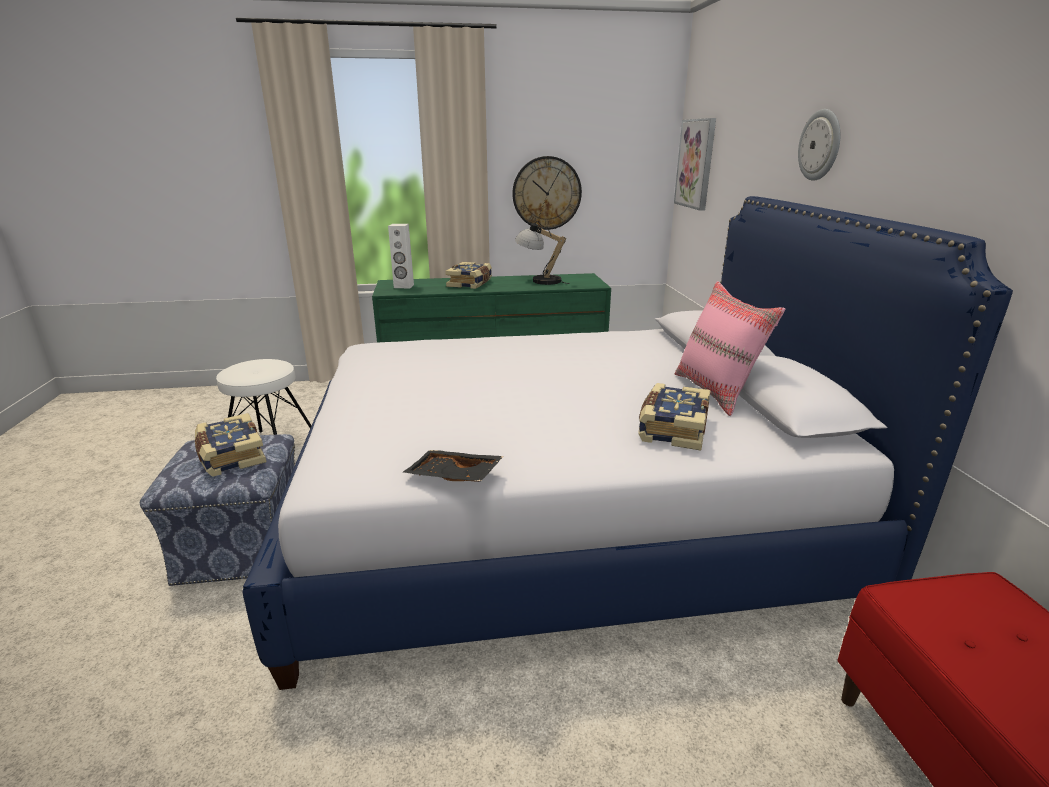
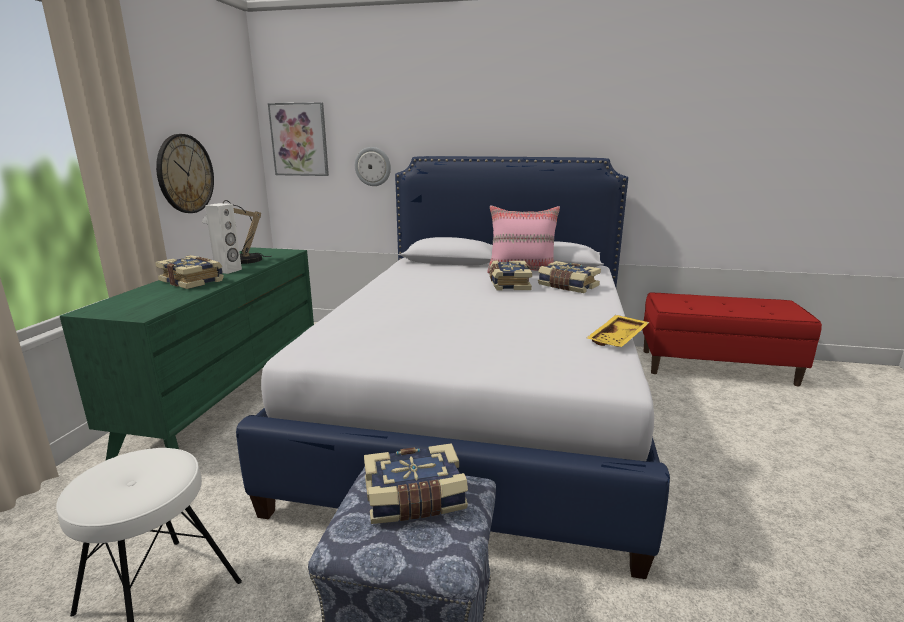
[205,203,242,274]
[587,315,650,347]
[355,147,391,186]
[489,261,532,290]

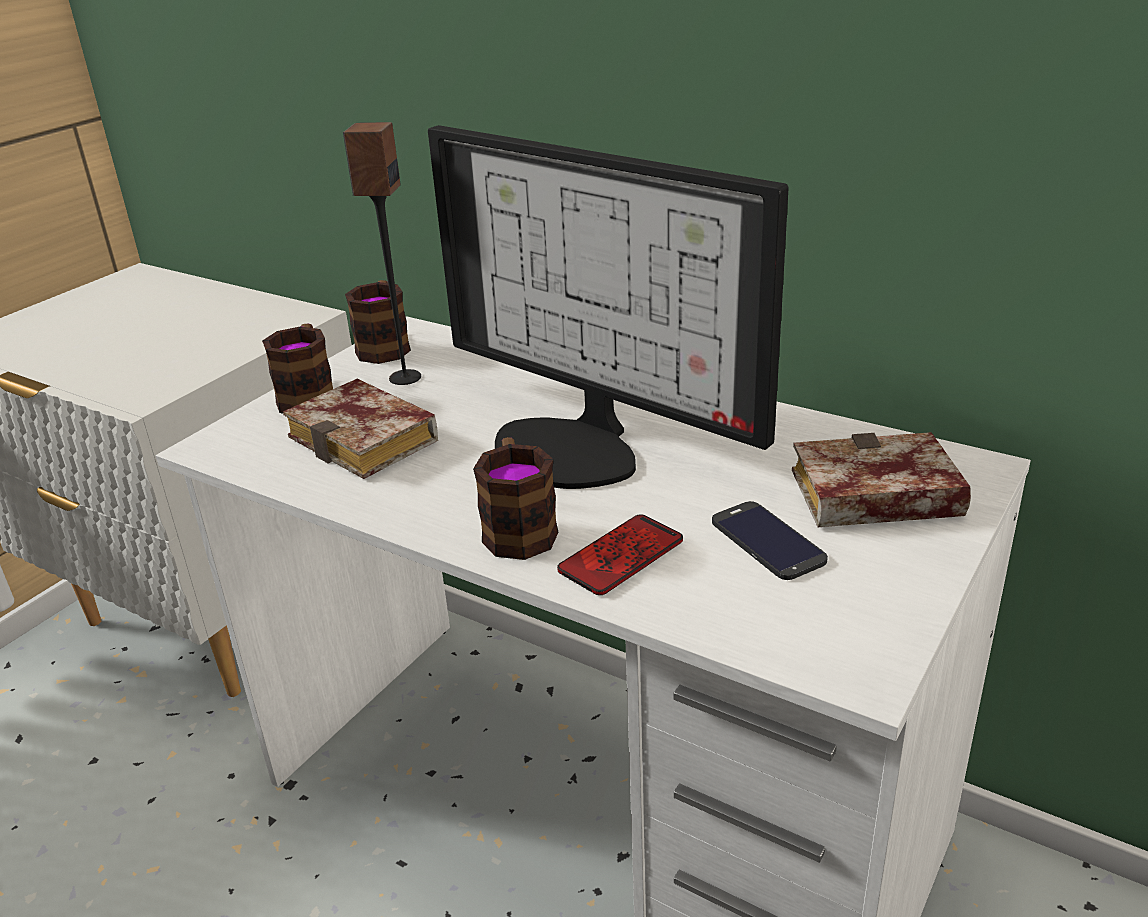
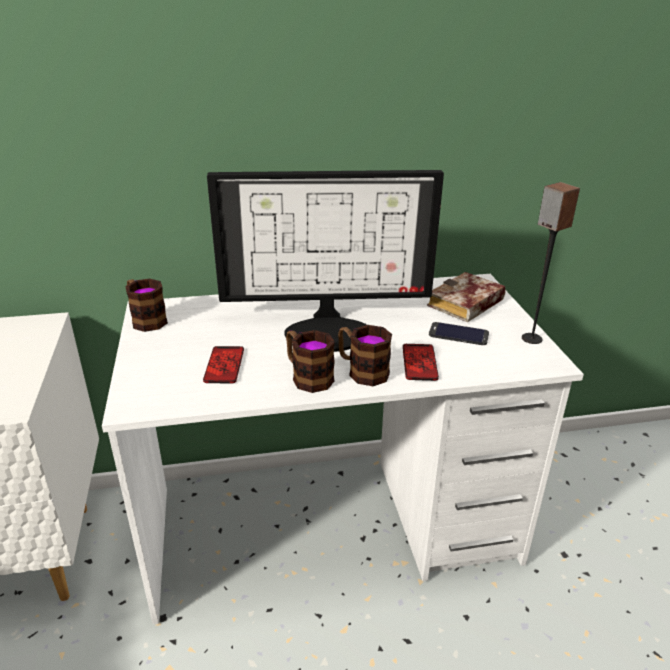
[286,330,335,393]
[203,346,244,383]
[522,182,580,344]

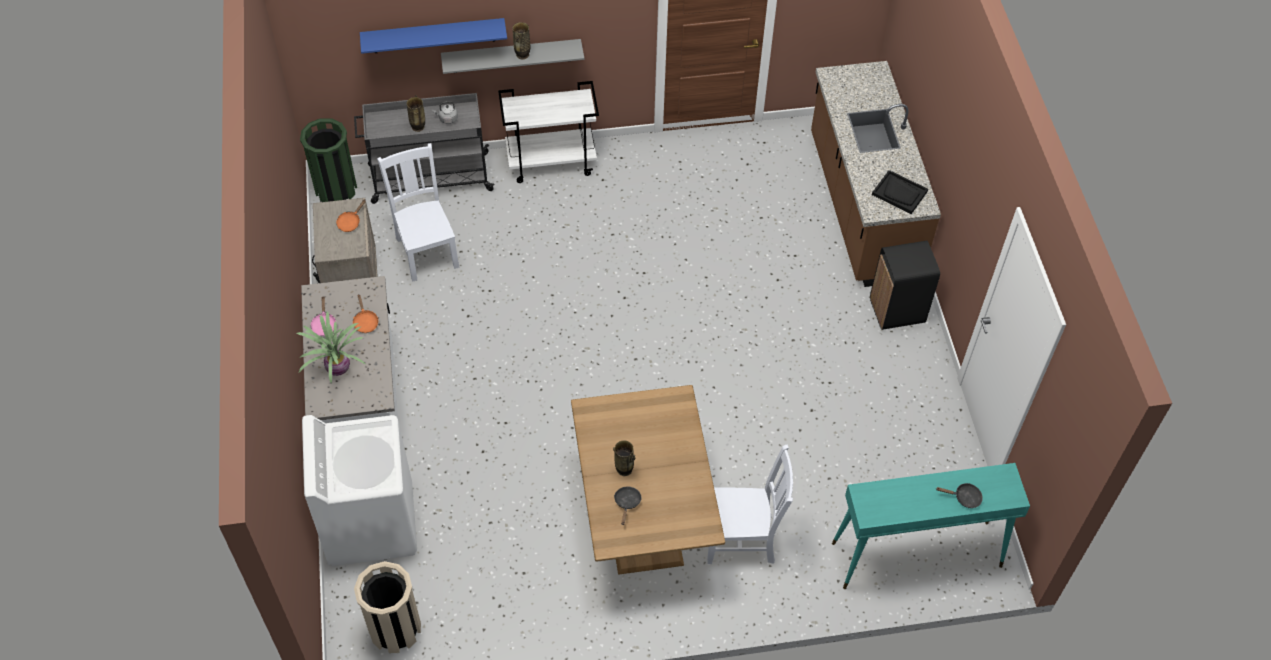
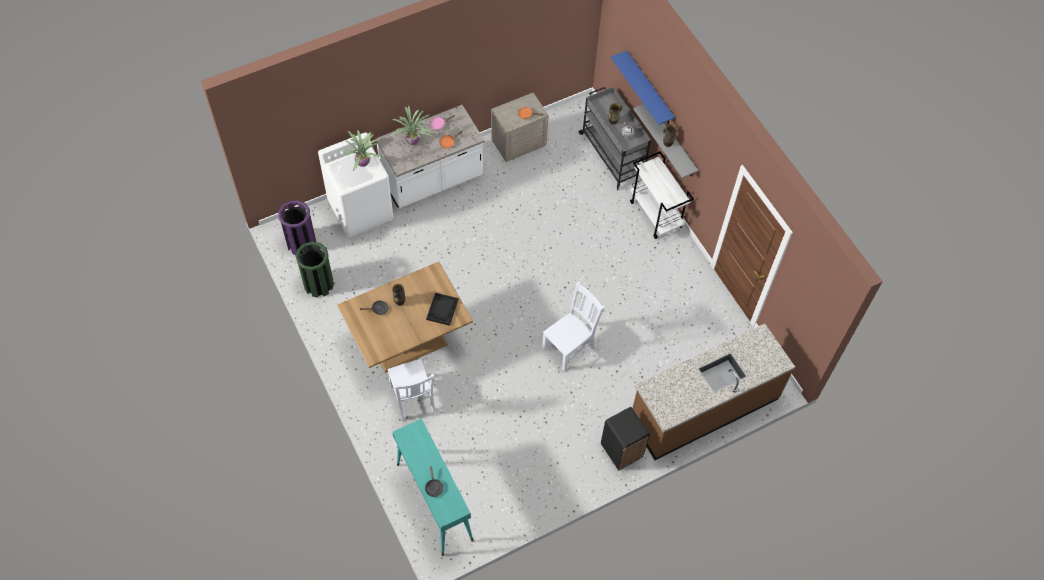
[295,242,334,298]
[278,200,316,255]
[542,281,605,371]
[426,293,459,326]
[340,130,387,170]

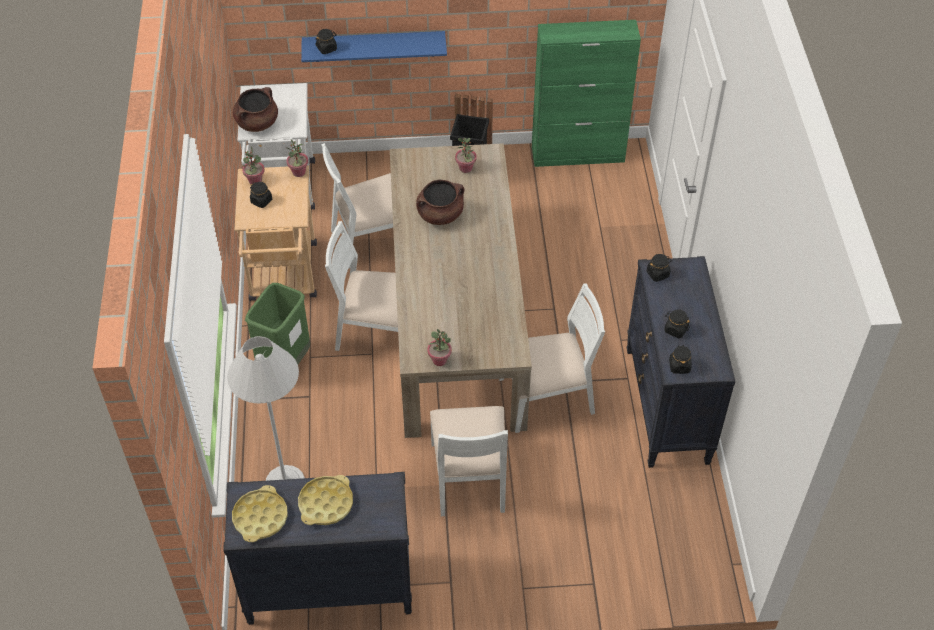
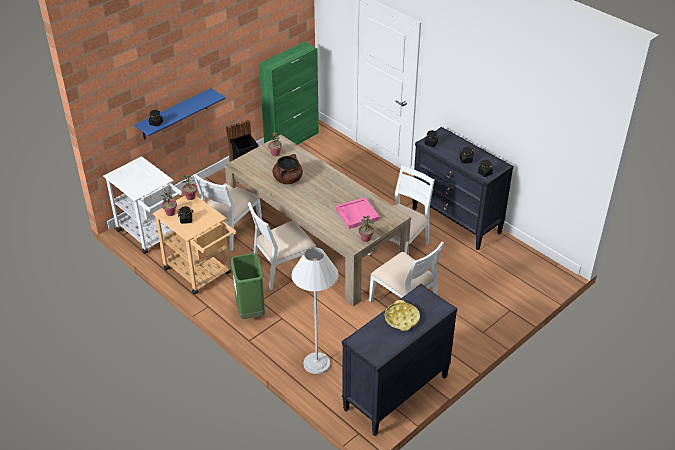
[232,485,288,542] (first image)
[233,87,278,132] (first image)
[336,198,380,229]

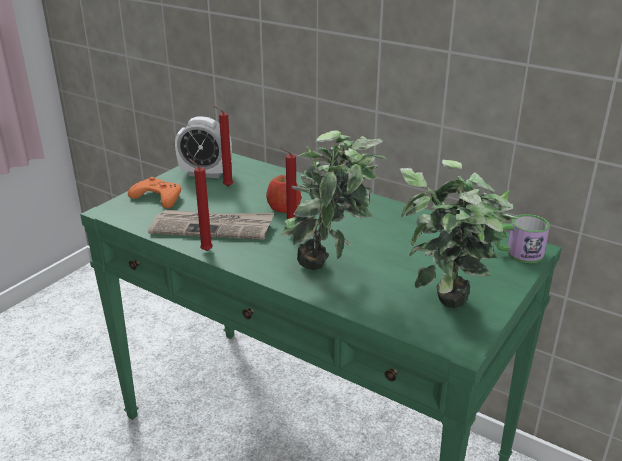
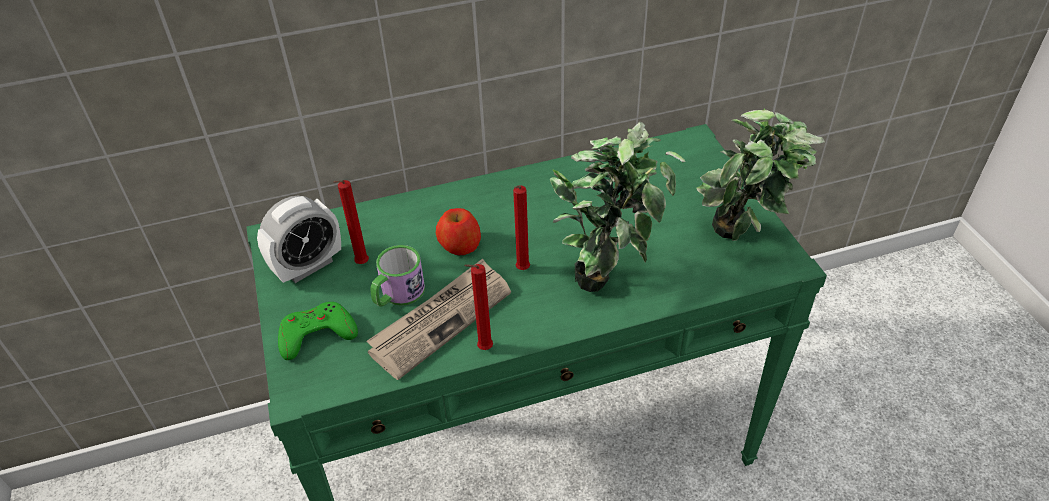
[278,302,358,360]
[371,245,425,307]

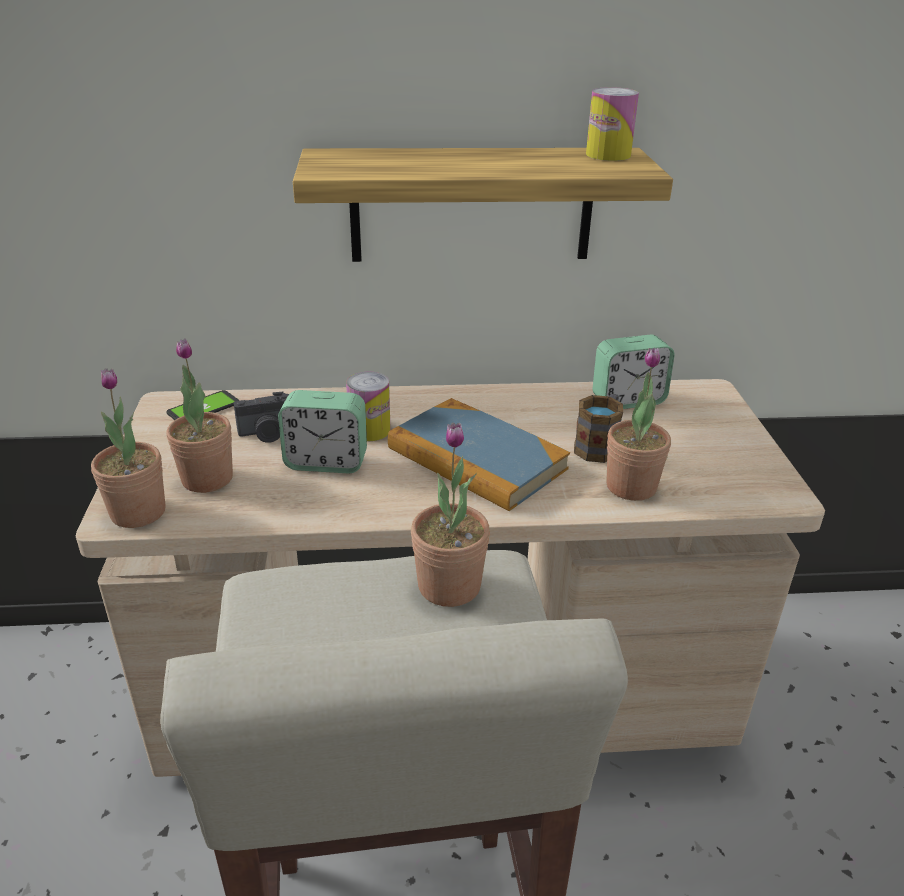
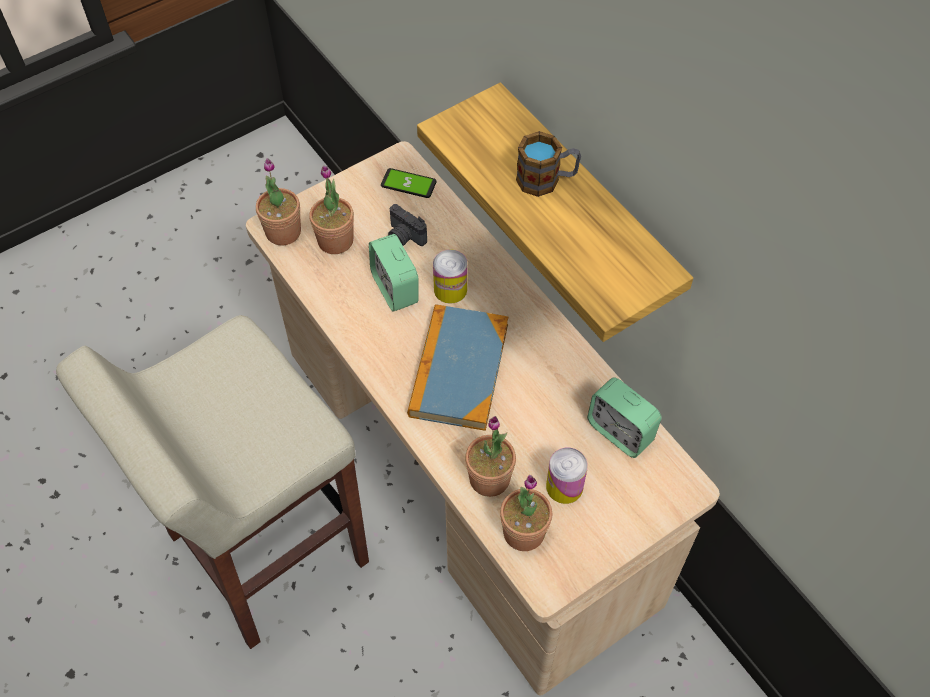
[500,475,552,551]
[516,131,581,197]
[546,448,588,504]

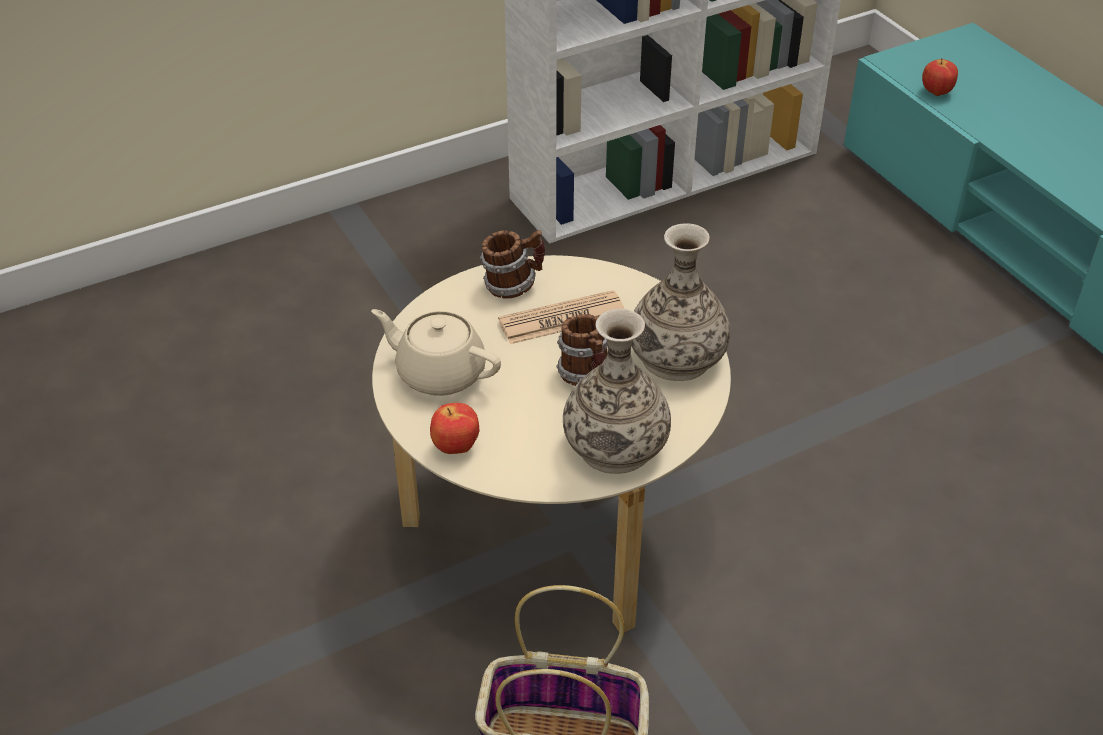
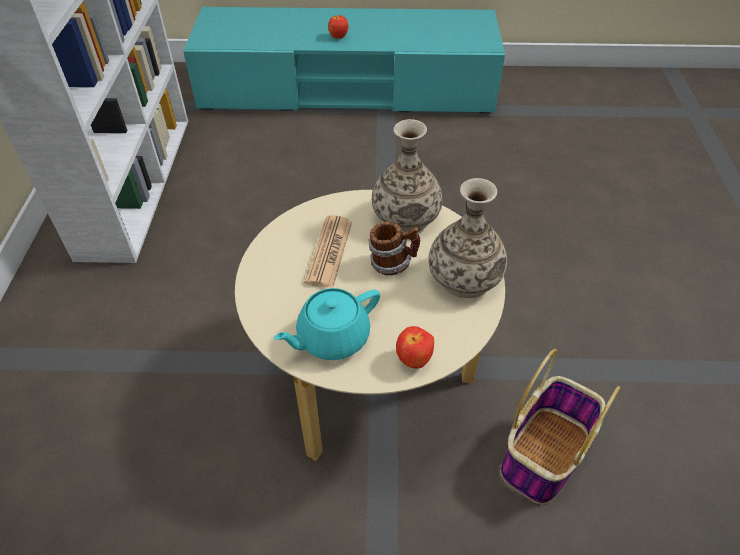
[274,288,380,360]
[480,230,545,299] (first image)
[328,15,348,39]

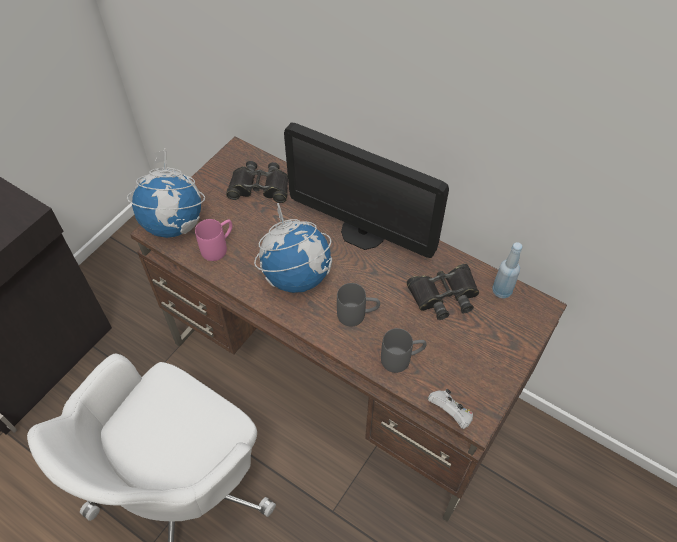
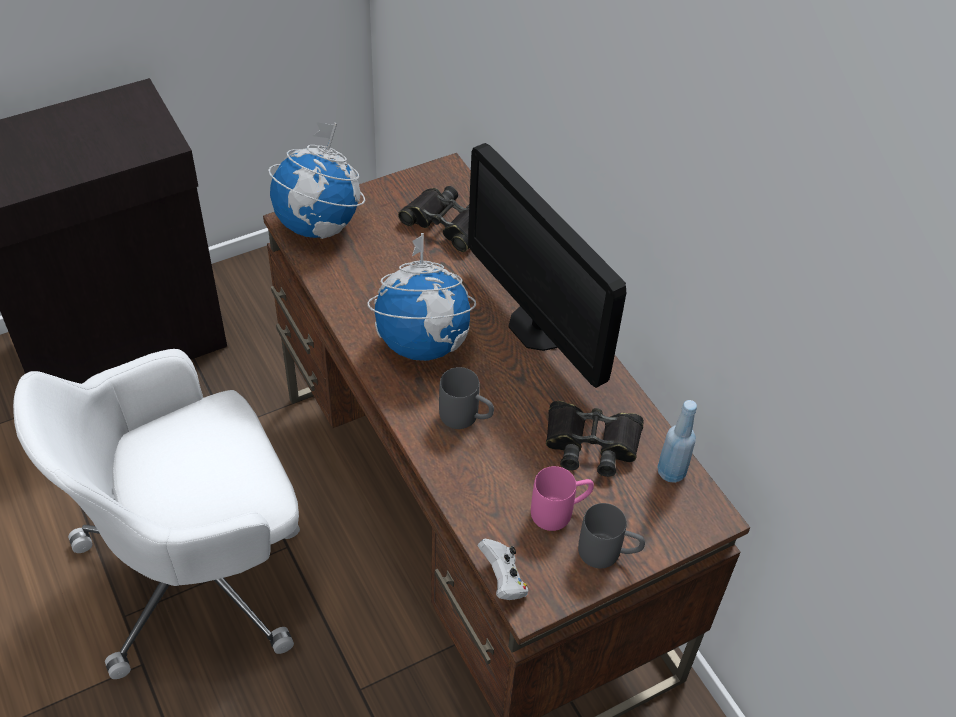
[531,466,594,531]
[578,503,645,568]

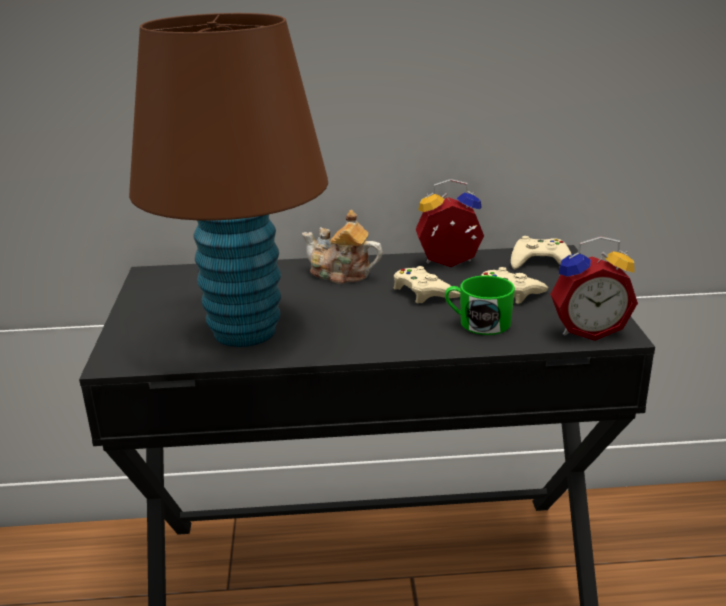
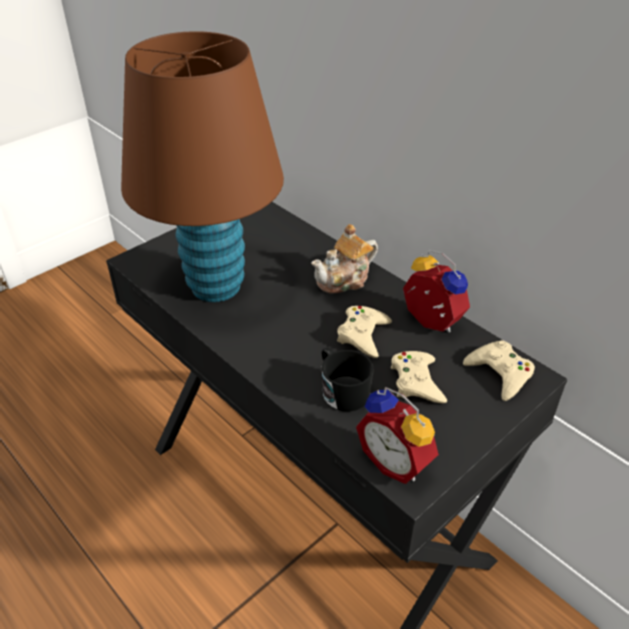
[311,224,378,293]
[322,347,374,412]

